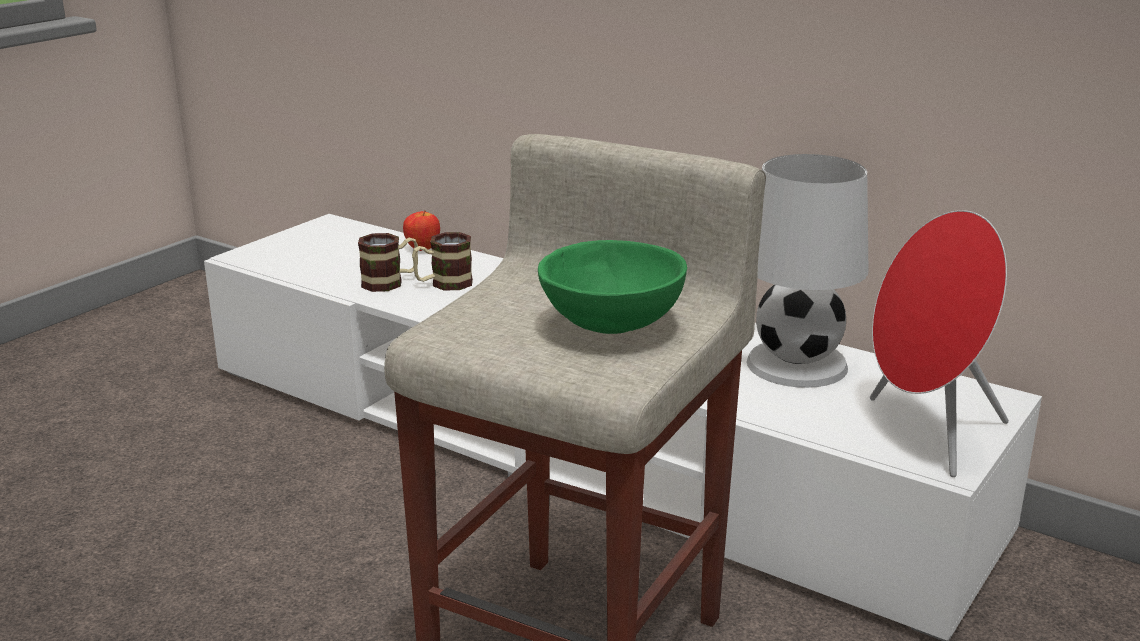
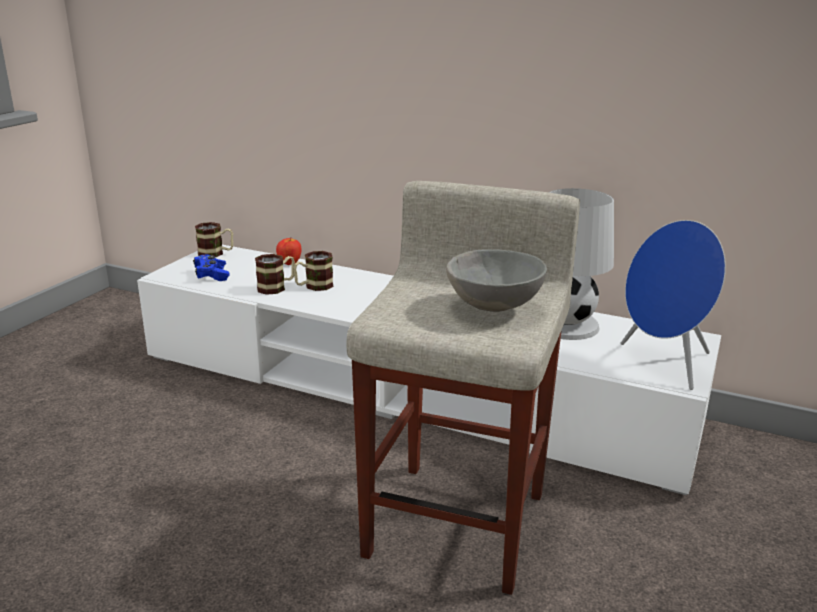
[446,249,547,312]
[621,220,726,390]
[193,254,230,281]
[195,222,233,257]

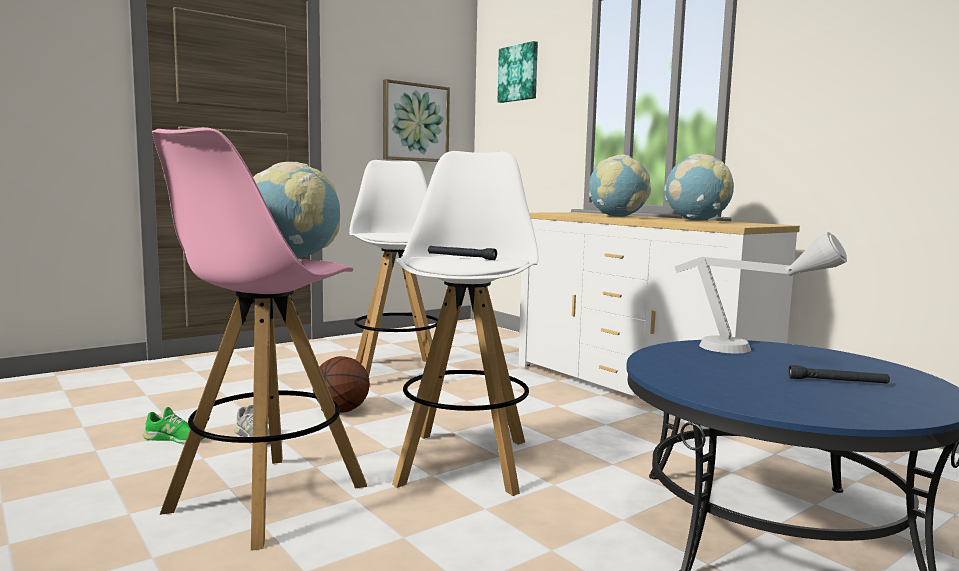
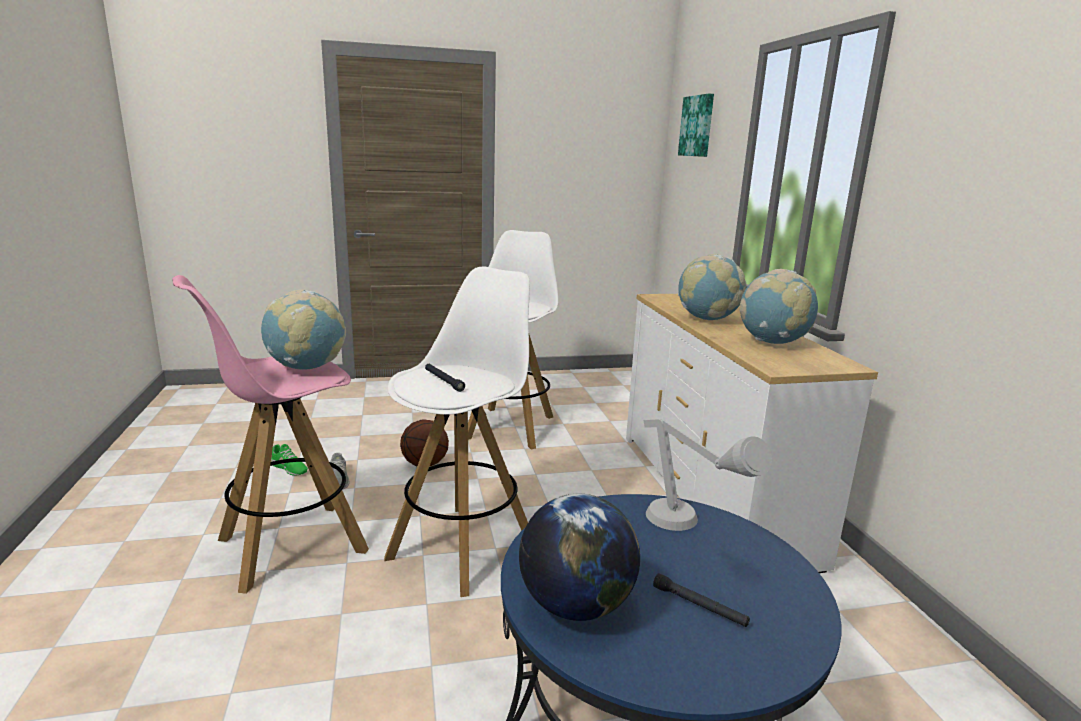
[383,79,450,162] (first image)
[519,494,640,621]

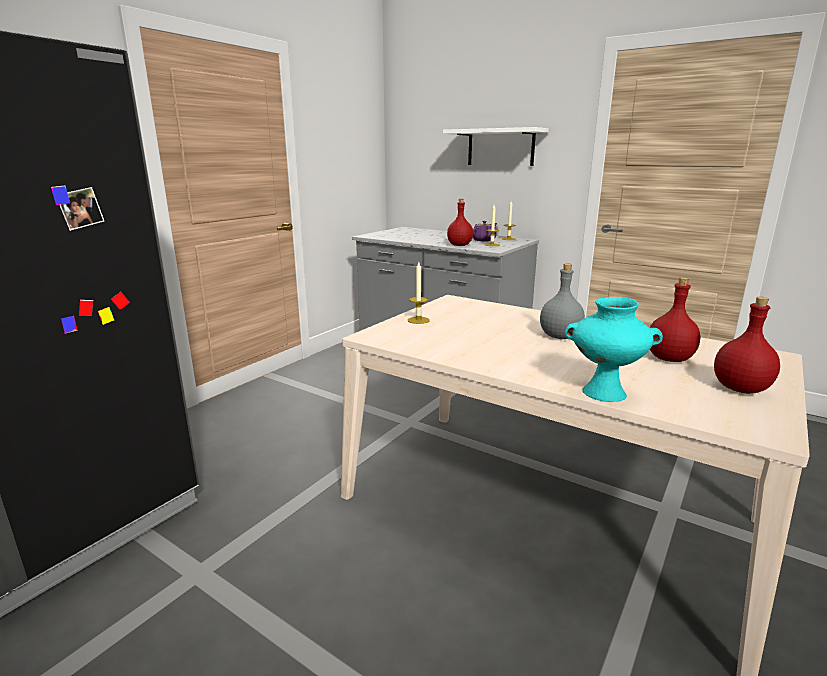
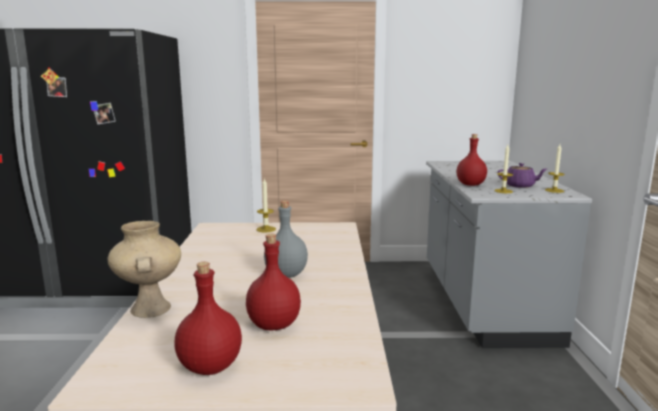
[443,127,549,166] (first image)
[108,221,181,318]

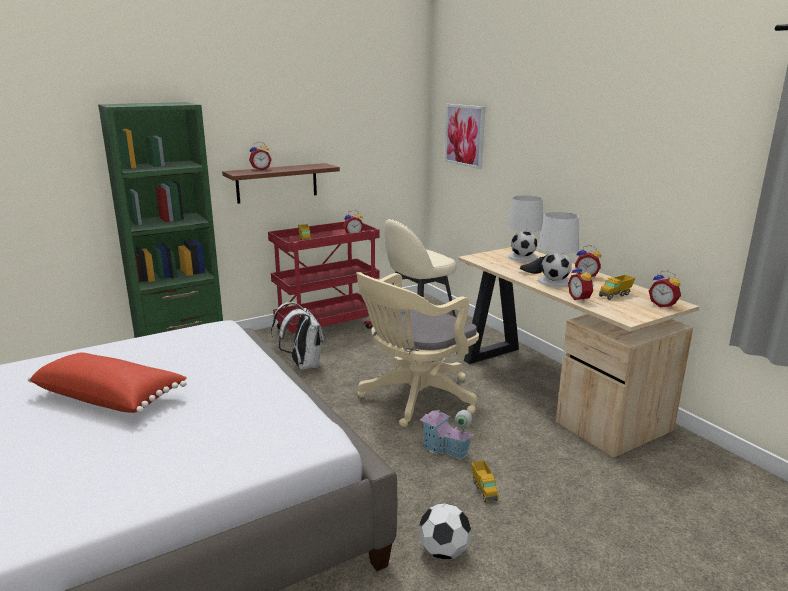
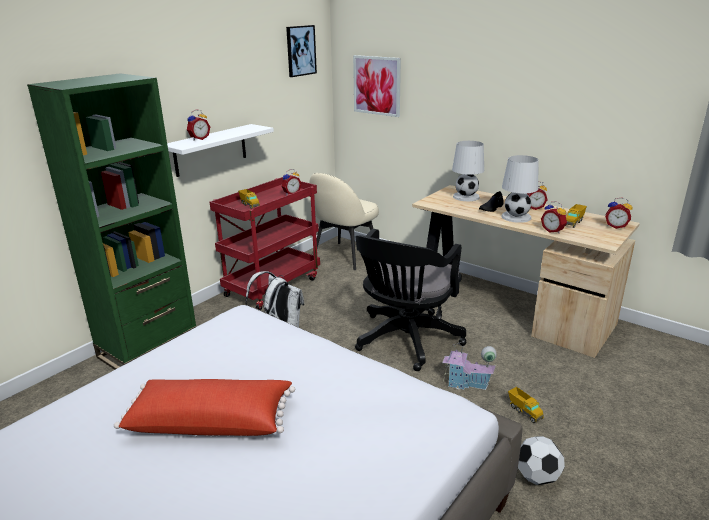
[167,124,274,177]
[355,229,467,371]
[286,25,317,77]

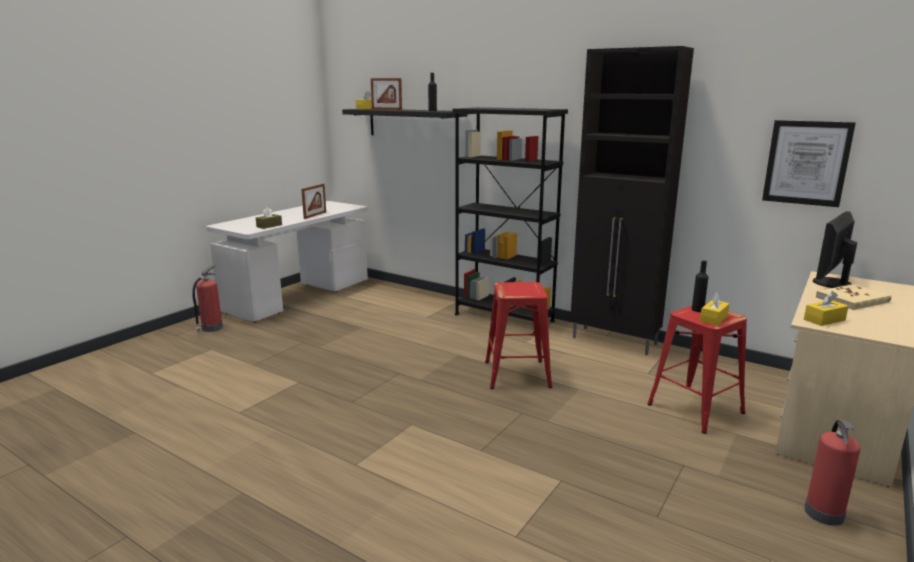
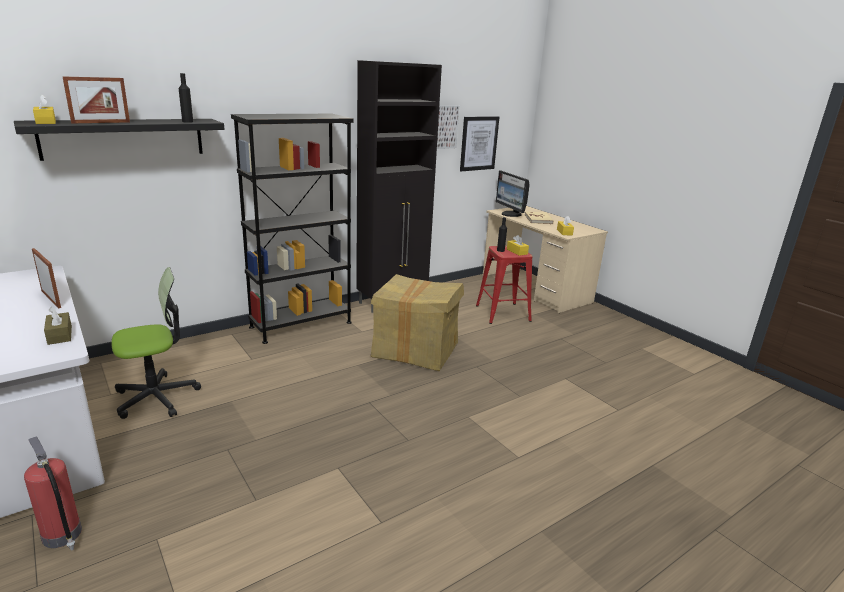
[371,274,464,371]
[804,420,861,526] (first image)
[112,267,201,419]
[437,105,459,149]

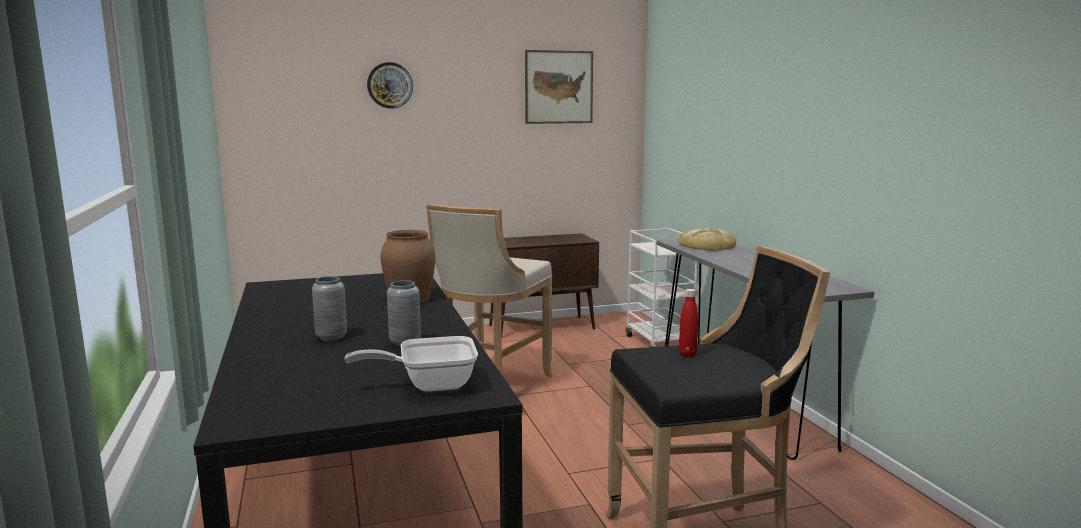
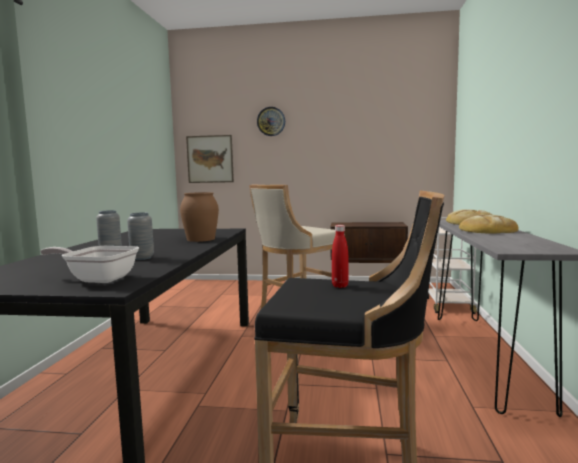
[186,135,234,183]
[459,215,519,234]

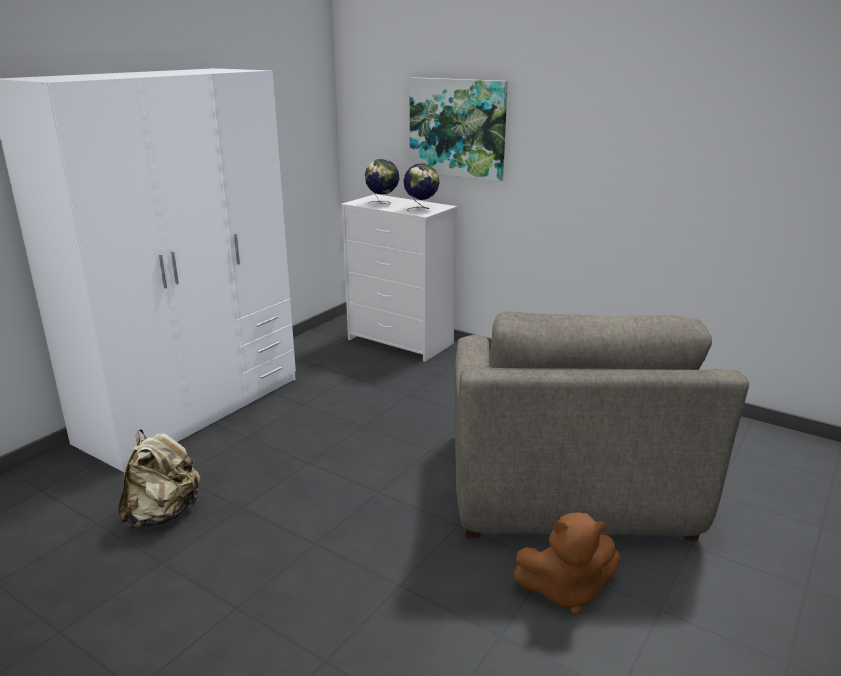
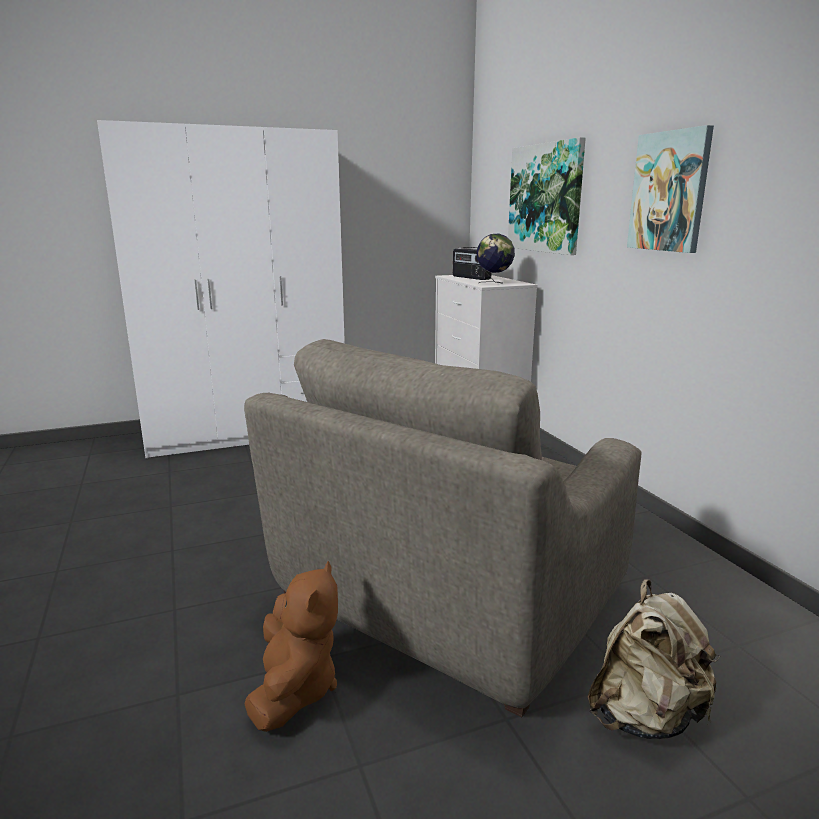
[588,579,720,739]
[453,247,491,280]
[244,561,338,732]
[627,125,714,253]

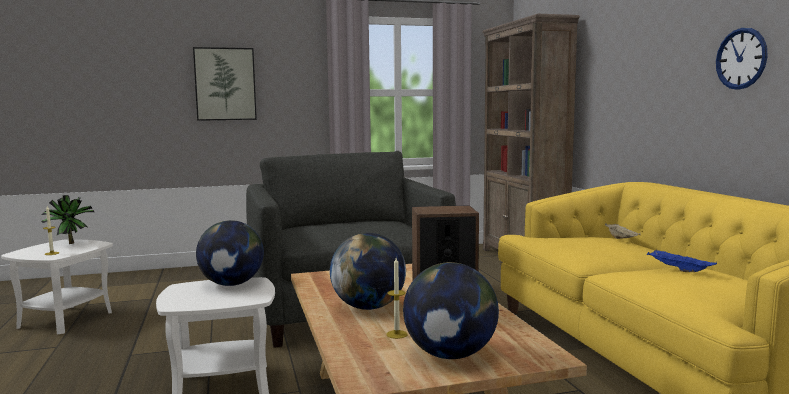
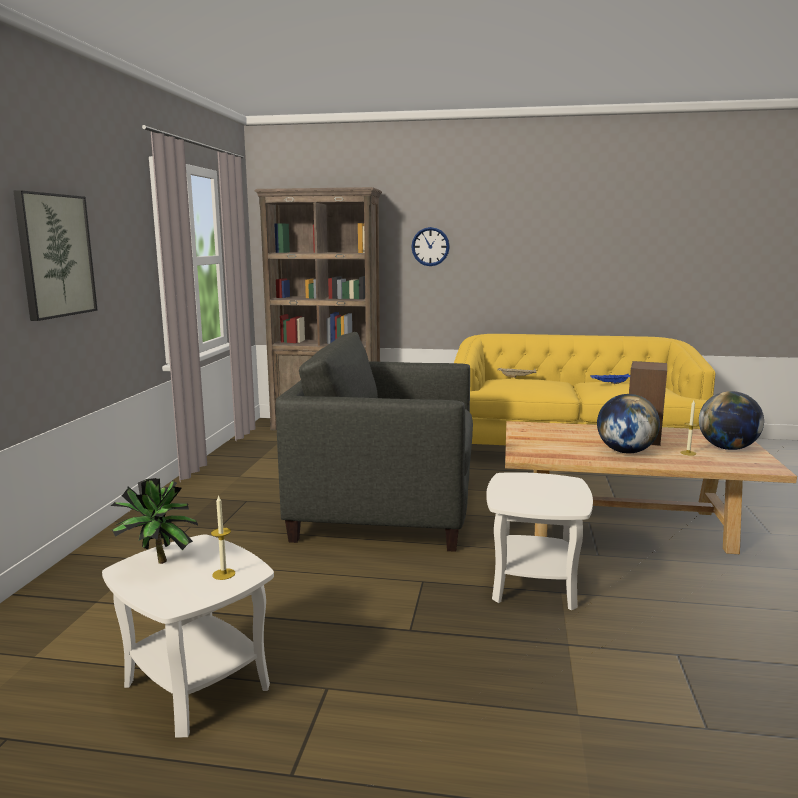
[196,220,264,286] (first image)
[411,227,450,266]

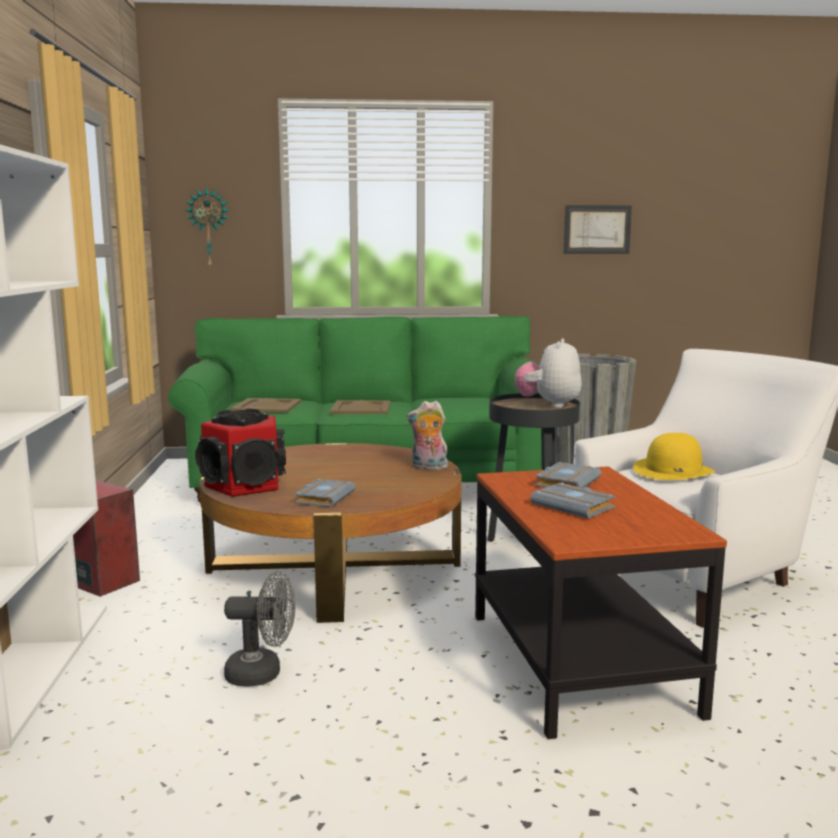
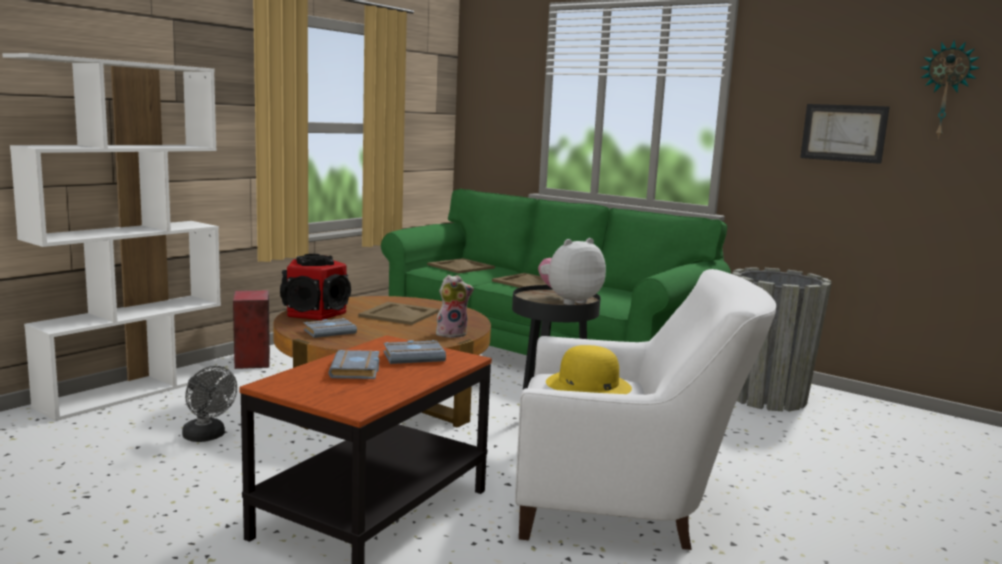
[920,40,980,139]
[436,275,474,338]
[358,302,439,325]

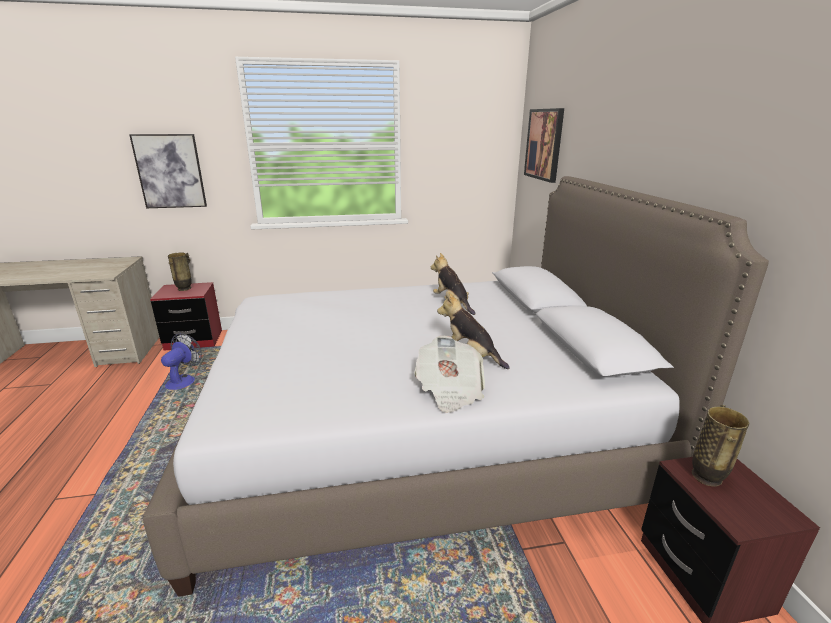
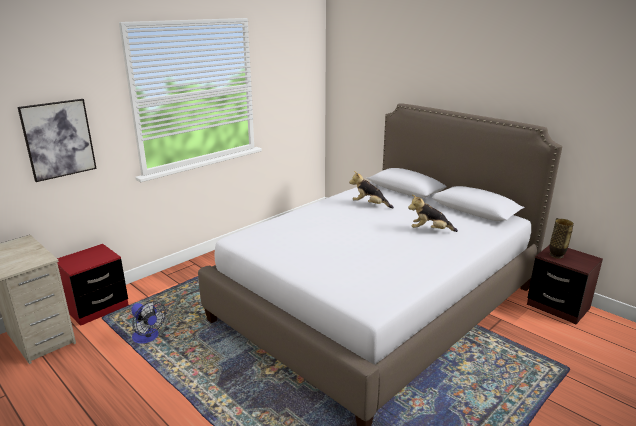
[131,301,166,344]
[168,252,192,291] (first image)
[414,336,485,413] (first image)
[524,108,564,183] (first image)

